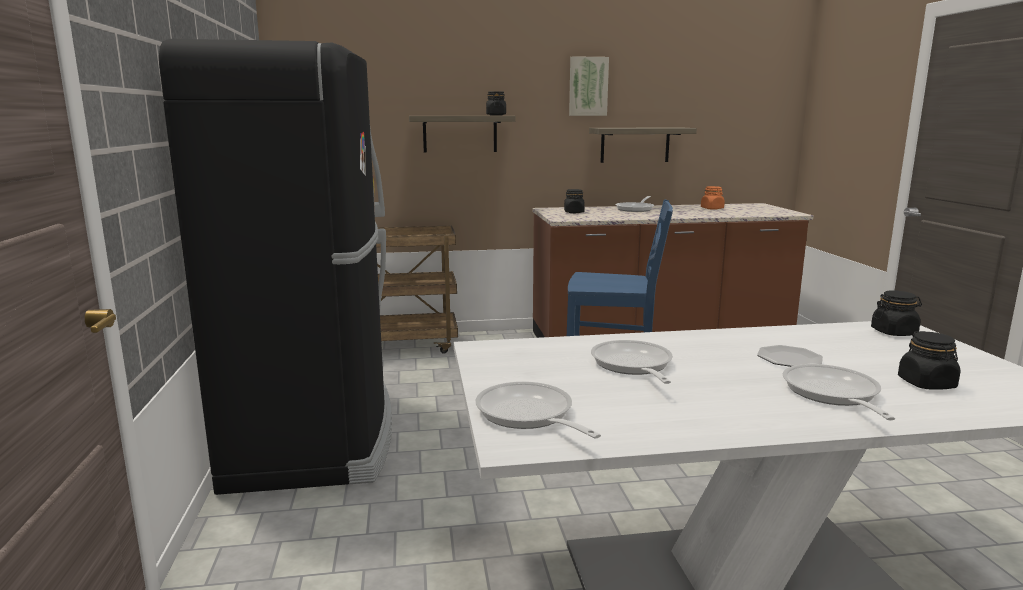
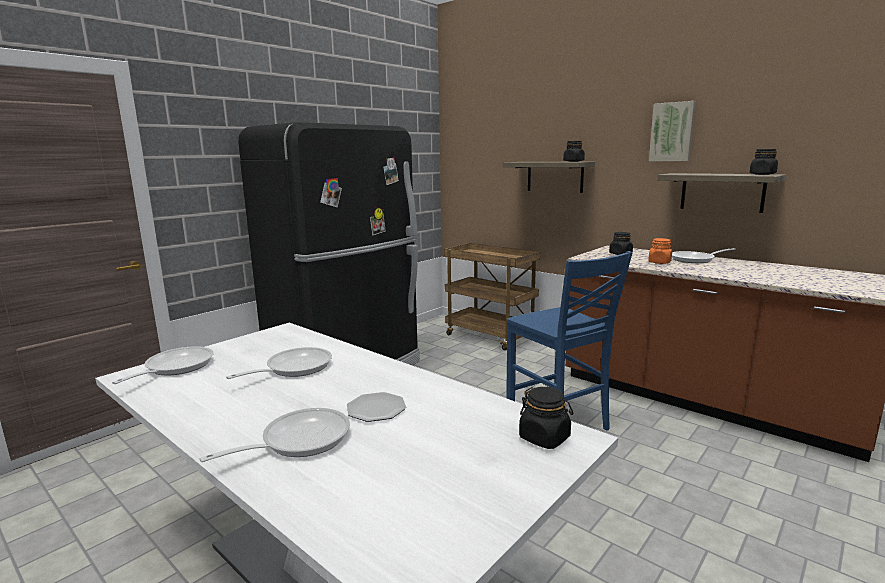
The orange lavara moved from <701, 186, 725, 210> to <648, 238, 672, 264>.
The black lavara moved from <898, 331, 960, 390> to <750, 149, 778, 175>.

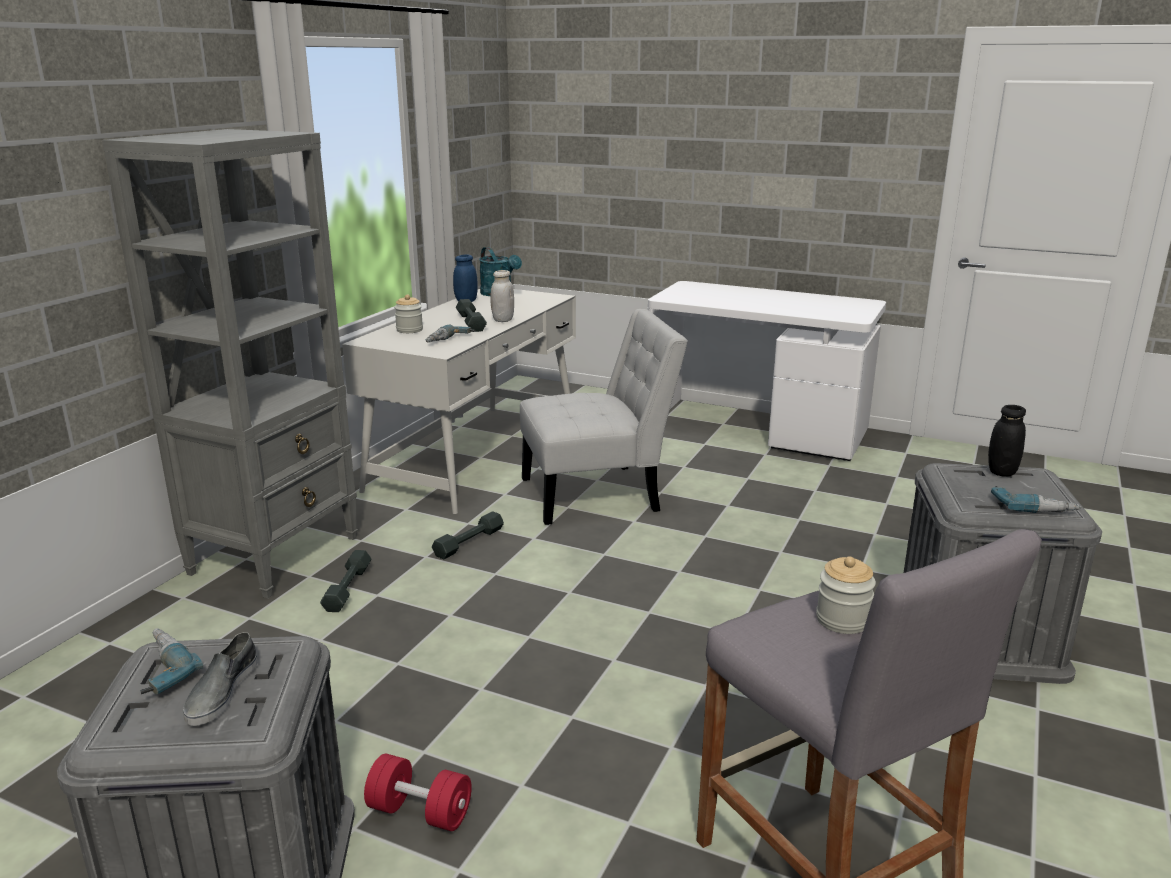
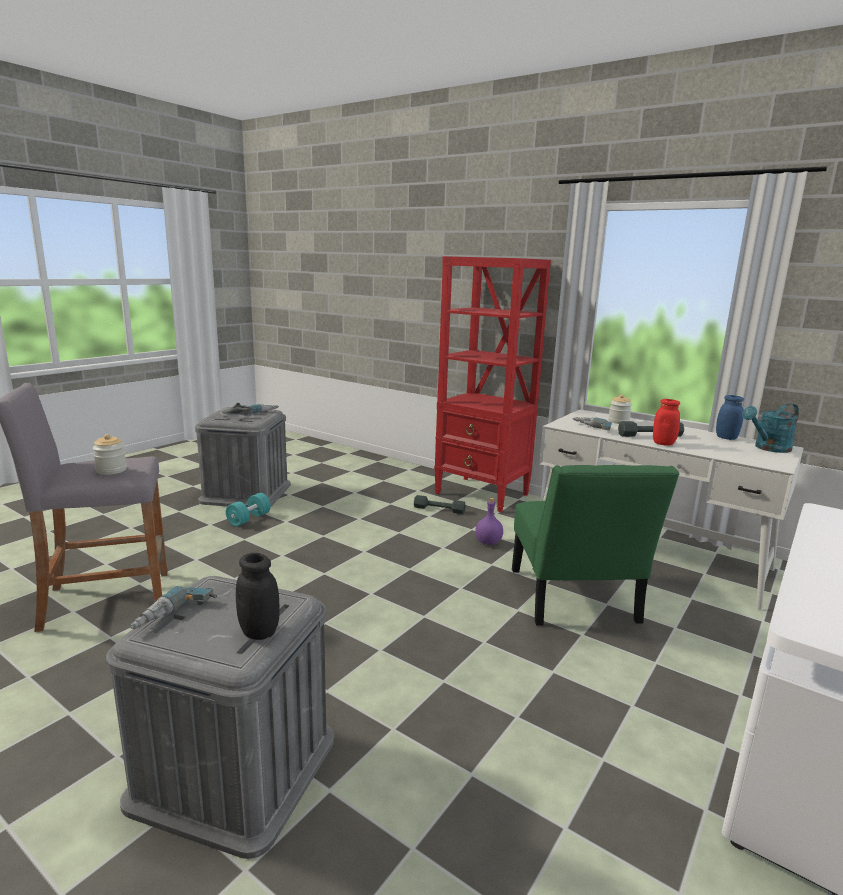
The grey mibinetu at <432, 511, 504, 559> was replaced by the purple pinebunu at <475, 498, 503, 545>.
The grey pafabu at <102, 129, 358, 598> became the red pafabu at <434, 256, 551, 512>.
The red mibinetu at <364, 754, 472, 831> became the turquoise mibinetu at <226, 493, 271, 527>.
The white lavara at <490, 270, 514, 322> became the red lavara at <653, 399, 680, 446>.
The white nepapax at <520, 309, 688, 525> became the green nepapax at <512, 465, 679, 625>.

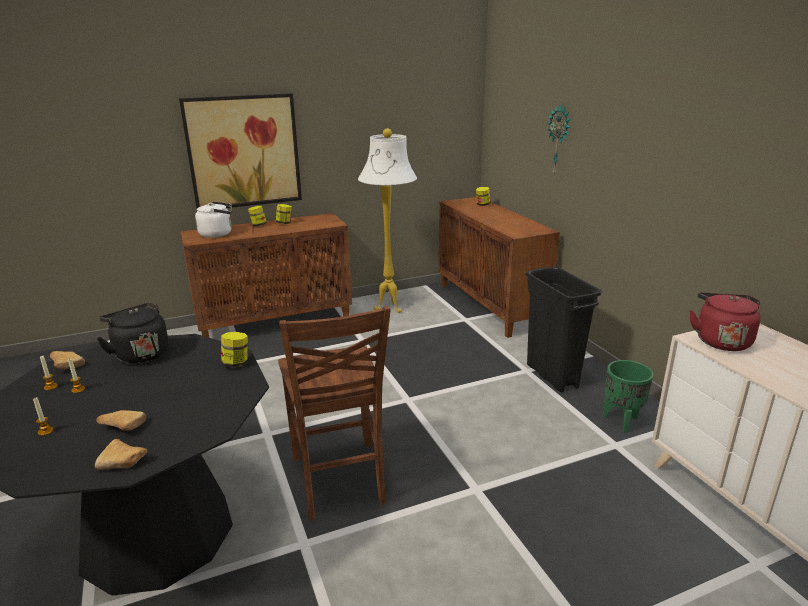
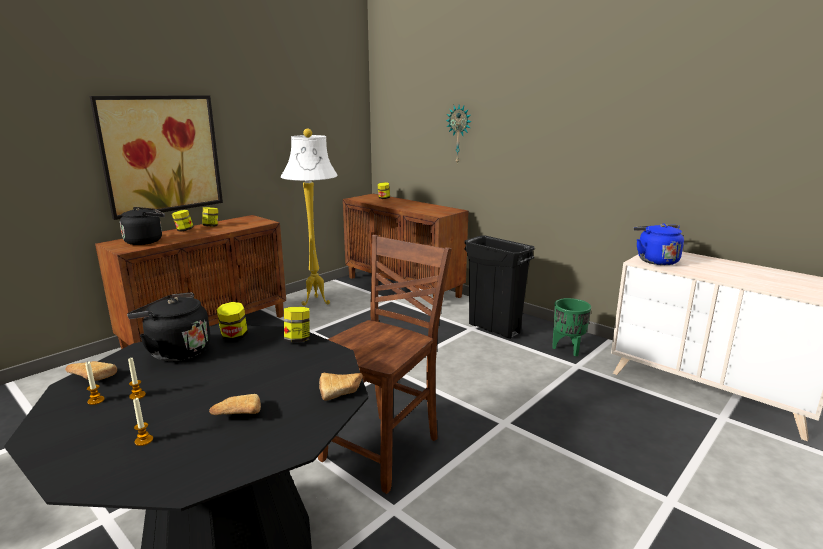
The lavara at <217, 302, 248, 341> appeared.
The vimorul moved from <95, 439, 147, 470> to <319, 373, 363, 401>.
The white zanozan at <195, 201, 232, 238> became the black zanozan at <120, 207, 165, 245>.
The red zanozan at <689, 292, 761, 351> became the blue zanozan at <633, 224, 684, 265>.
The brown nepapax at <278, 306, 391, 521> turned 105 degrees counterclockwise.

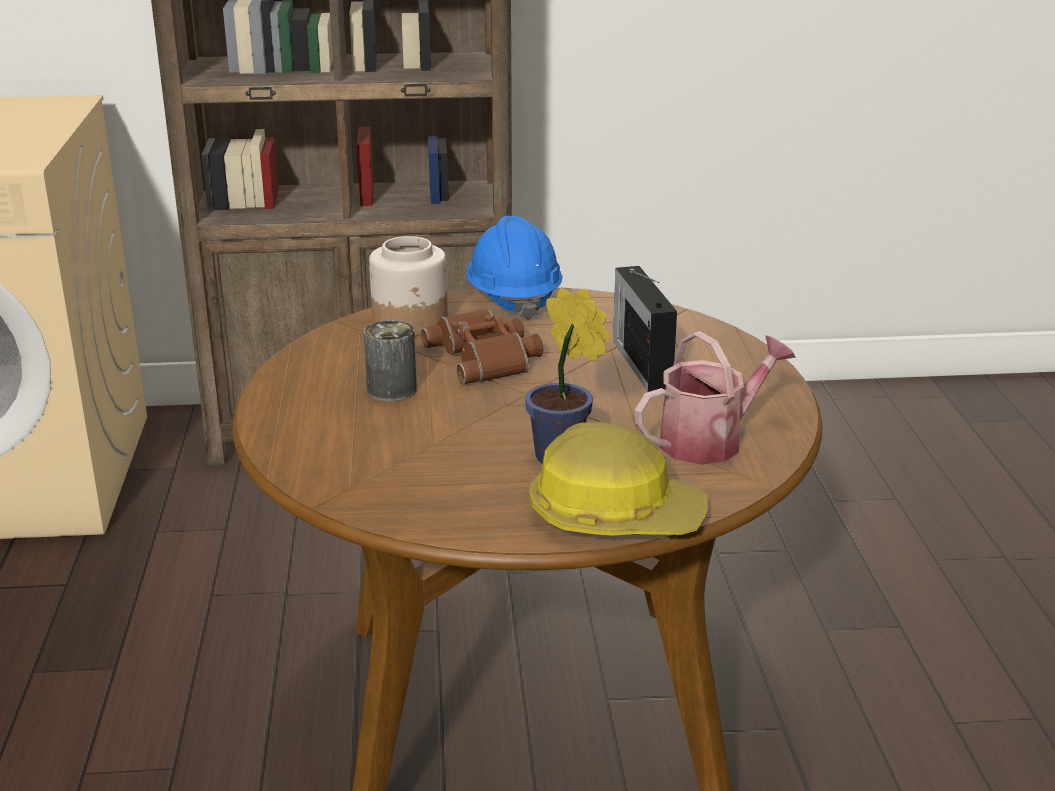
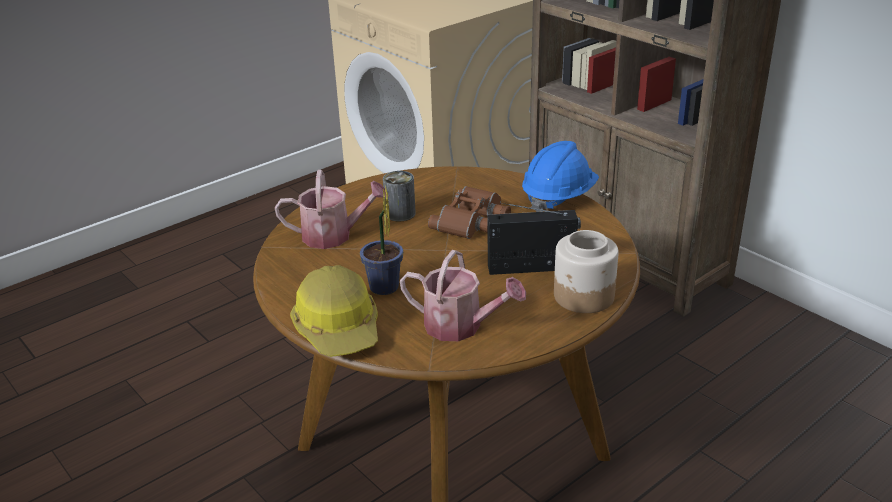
The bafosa at <275, 170, 389, 249> appeared.
The lavara moved from <369, 236, 448, 336> to <554, 230, 619, 313>.
The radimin at <613, 266, 677, 392> turned 45 degrees clockwise.

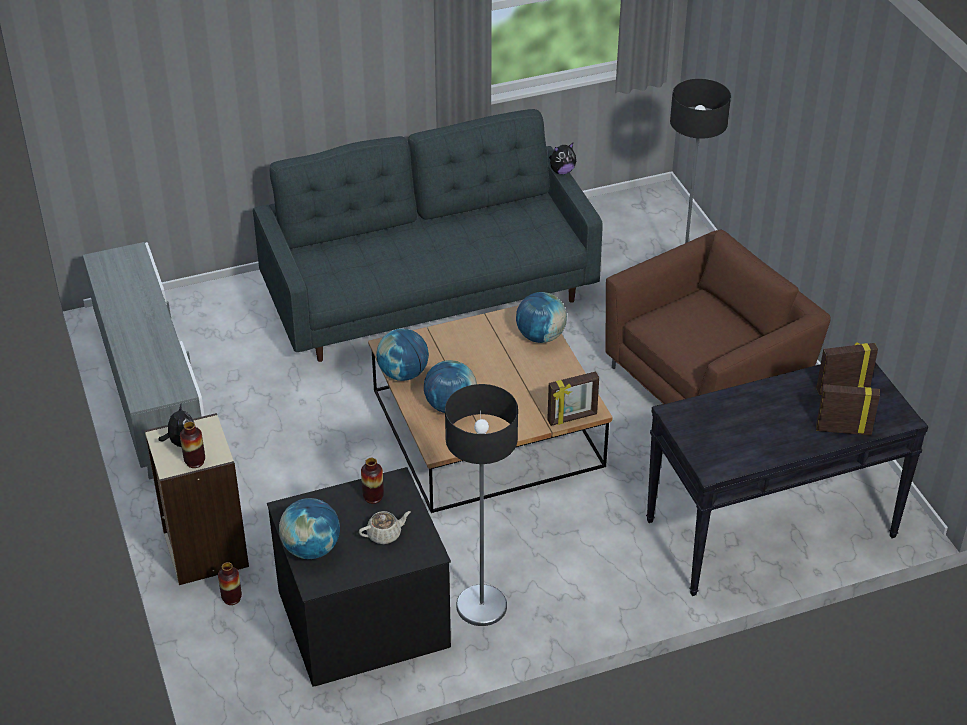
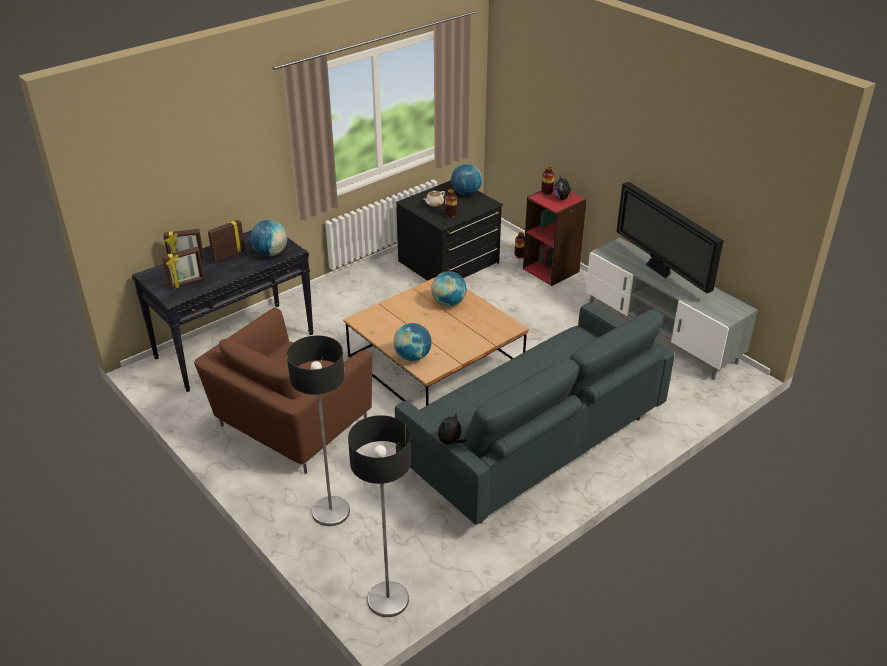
The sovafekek at <616, 182, 724, 293> appeared.
The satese moved from <376, 329, 429, 381> to <251, 220, 287, 256>.
The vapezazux moved from <445, 384, 518, 626> to <348, 415, 411, 617>.
The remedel moved from <547, 371, 599, 426> to <208, 220, 245, 263>.
The beige pafabu at <144, 413, 249, 585> became the red pafabu at <523, 185, 587, 286>.

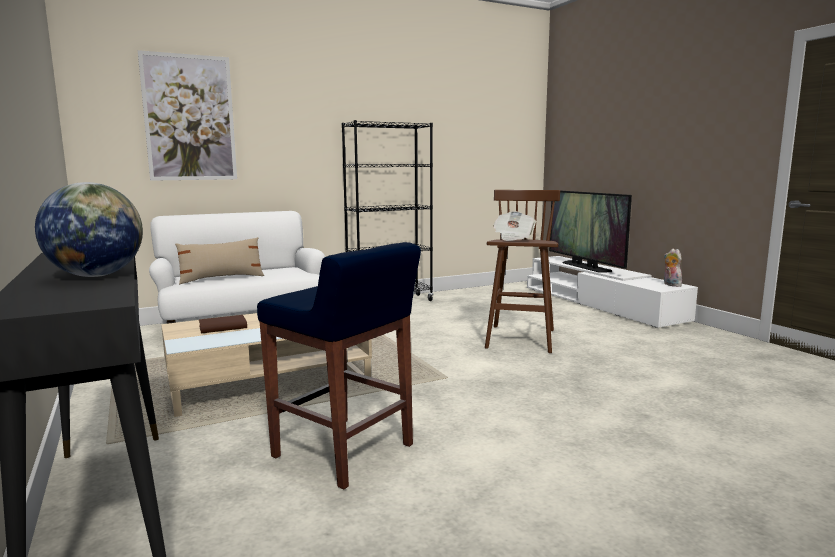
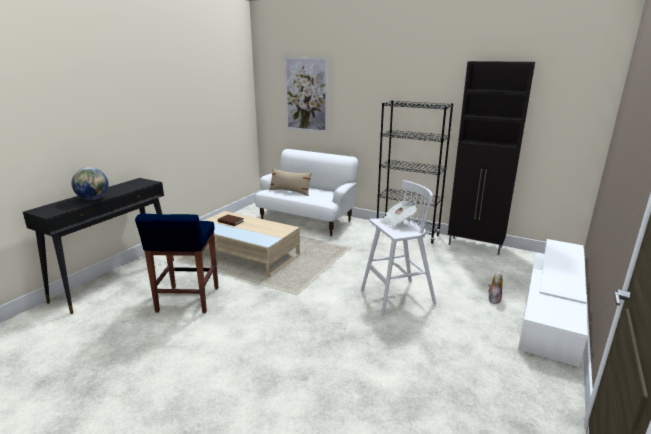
The sovafekek at <549, 191, 632, 273> disappeared.
The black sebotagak at <448, 61, 535, 255> appeared.
The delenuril moved from <664, 249, 683, 287> to <488, 271, 503, 304>.
The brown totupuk at <485, 190, 560, 353> became the white totupuk at <361, 180, 436, 316>.

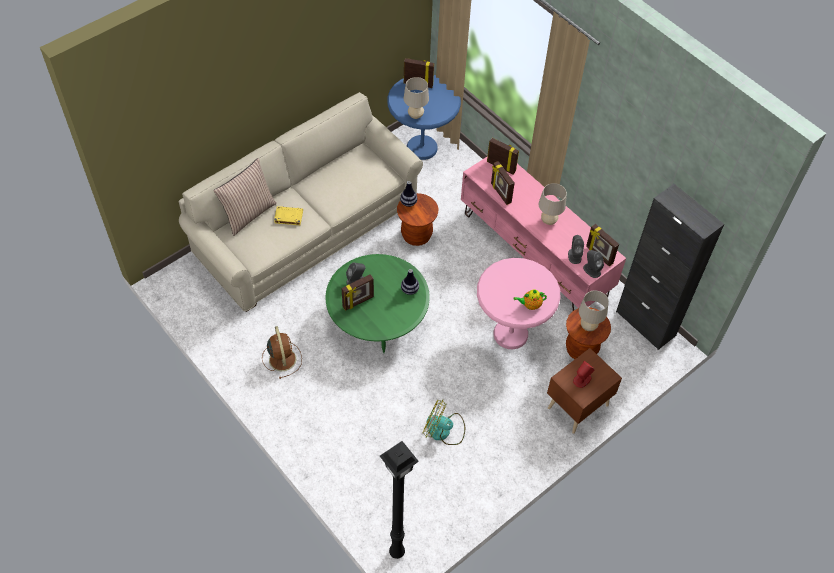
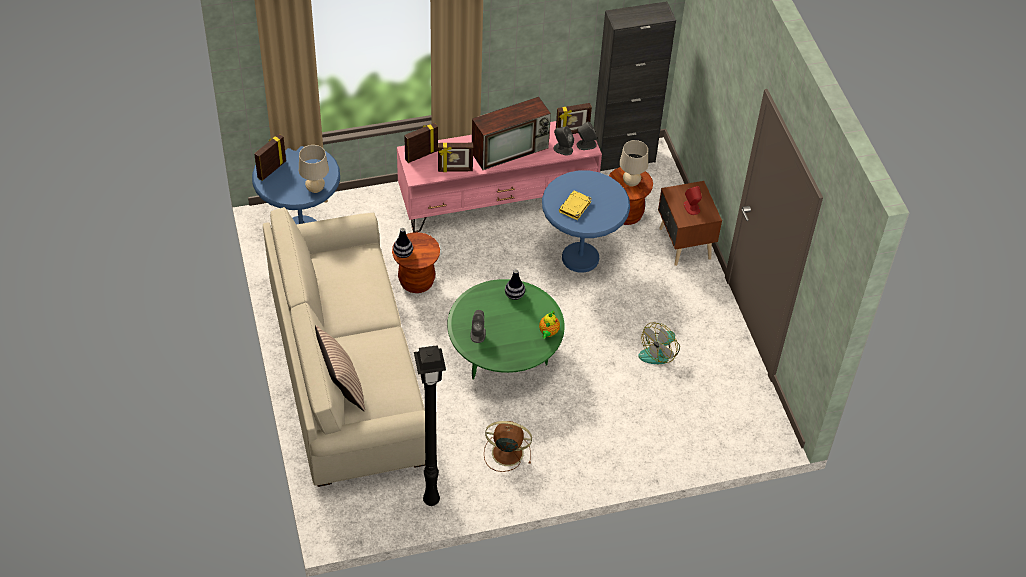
The remedel at <341, 274, 374, 311> disappeared.
The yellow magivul moved from <274, 206, 303, 225> to <559, 190, 592, 220>.
The black vapezazux moved from <380, 441, 419, 559> to <414, 345, 446, 506>.
The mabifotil moved from <514, 289, 547, 310> to <539, 311, 560, 339>.
The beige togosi at <539, 183, 567, 225> was replaced by the sovafekek at <472, 97, 551, 170>.
The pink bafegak at <477, 258, 560, 349> became the blue bafegak at <542, 170, 630, 273>.

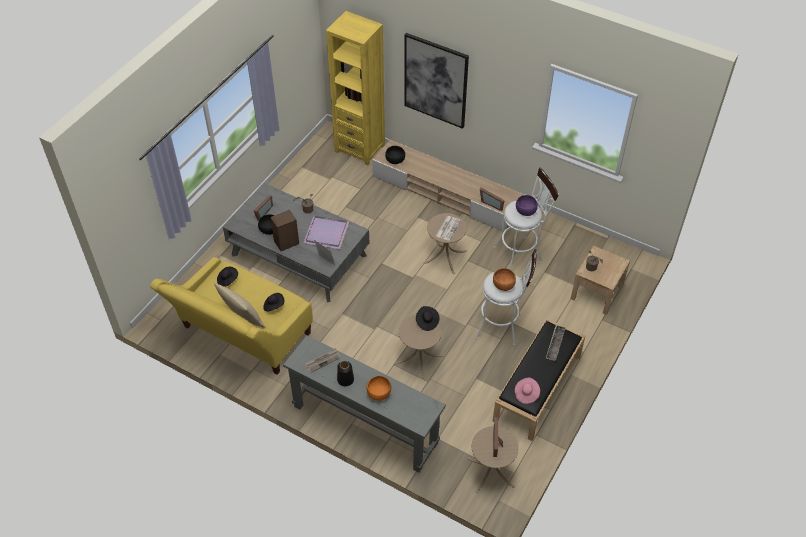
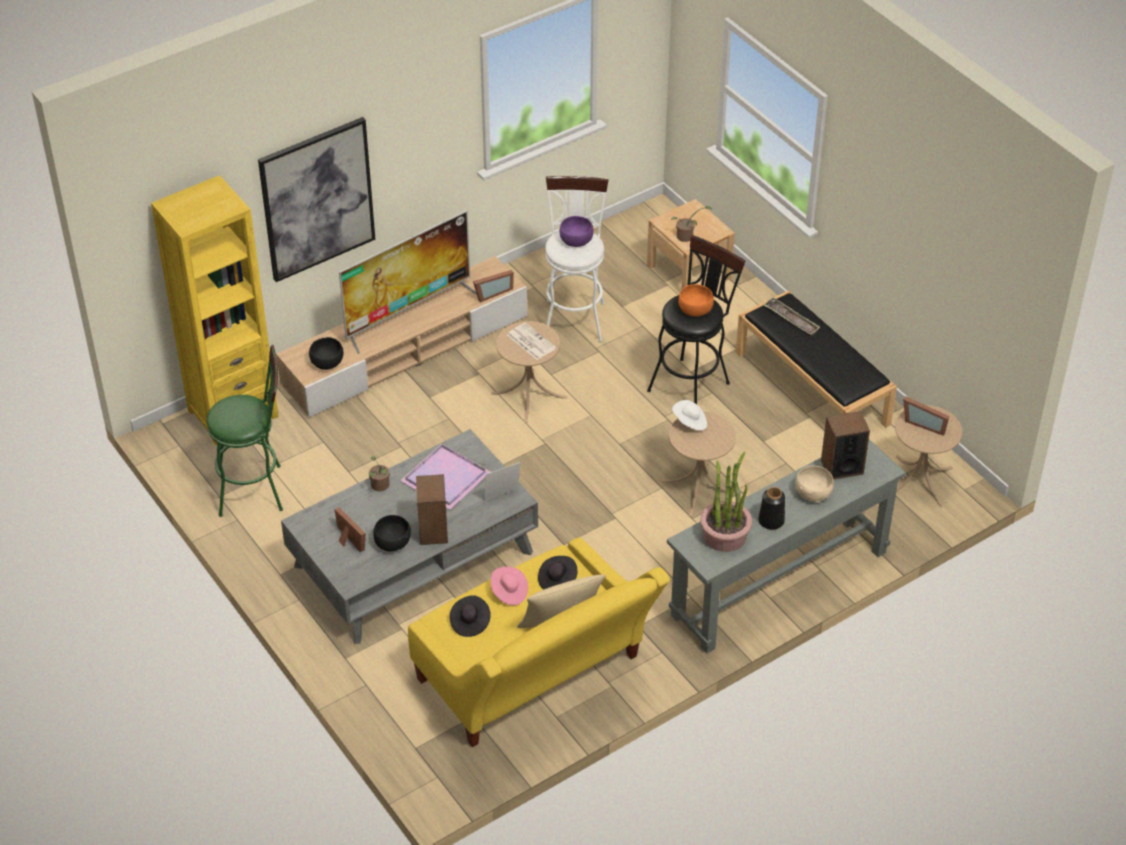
The green totupuk at <207, 345, 283, 517> appeared.
The sovafekek at <339, 210, 477, 354> appeared.
The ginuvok at <821, 411, 870, 479> appeared.
The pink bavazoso moved from <515, 378, 540, 404> to <491, 567, 528, 605>.
The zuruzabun at <305, 348, 340, 373> was replaced by the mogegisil at <700, 452, 752, 552>.
The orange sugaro at <367, 376, 391, 401> became the beige sugaro at <795, 466, 834, 503>.
The black bavazoso at <416, 306, 439, 331> became the white bavazoso at <672, 400, 707, 430>.
The white totupuk at <476, 249, 537, 345> became the black totupuk at <647, 235, 745, 404>.

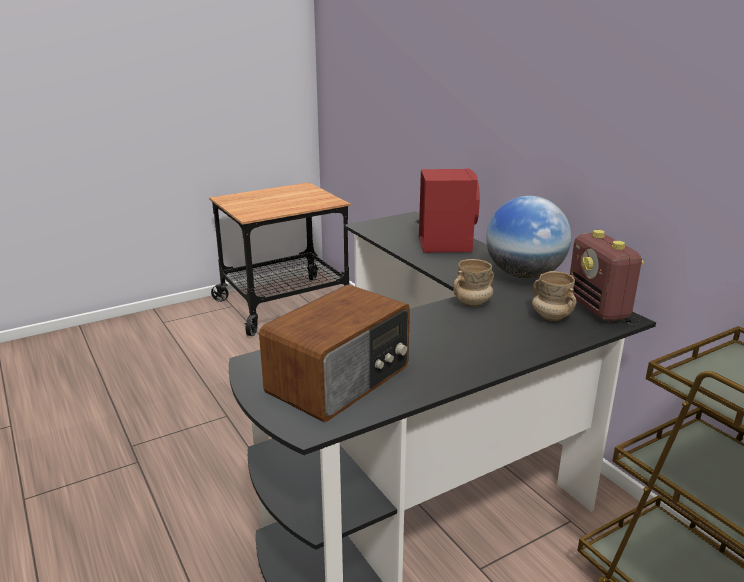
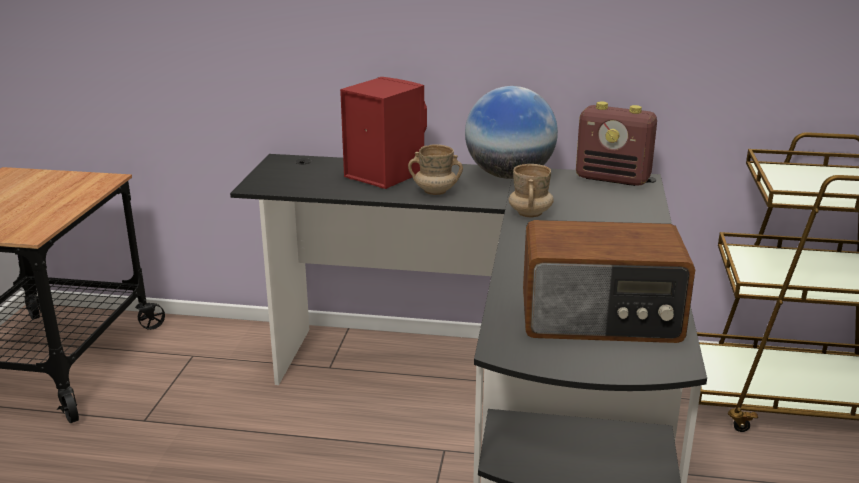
The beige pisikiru moved from <532, 271, 577, 321> to <408, 144, 463, 195>.
The radimin at <259, 285, 410, 422> turned 105 degrees clockwise.

